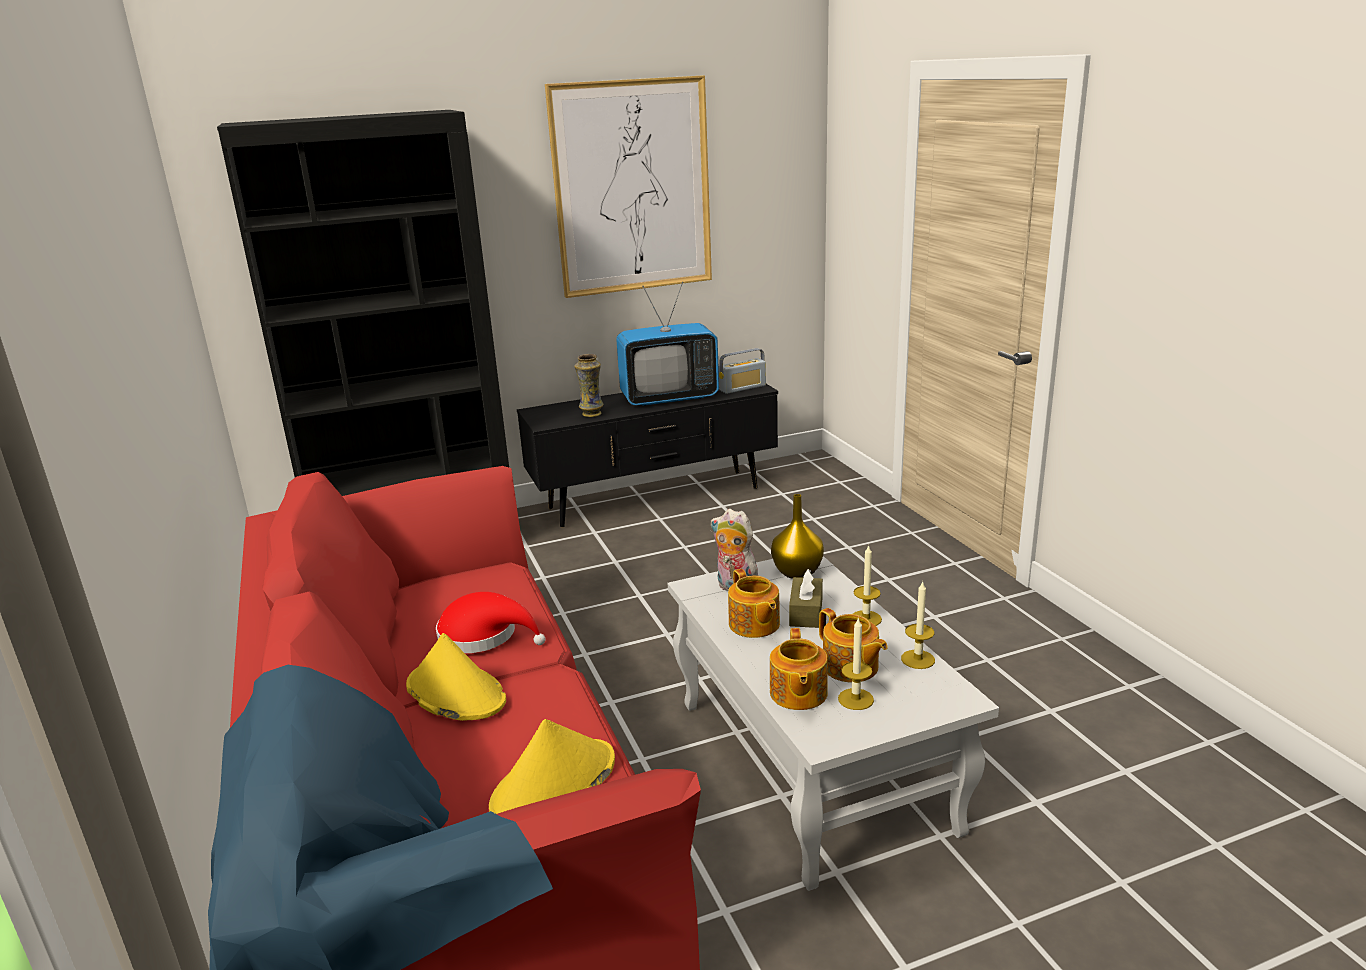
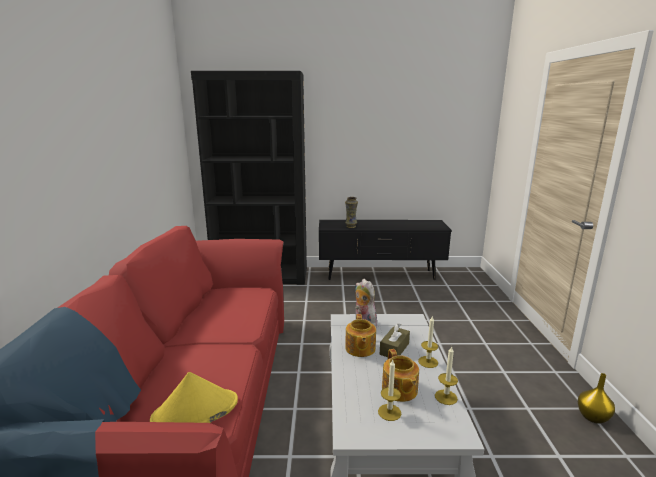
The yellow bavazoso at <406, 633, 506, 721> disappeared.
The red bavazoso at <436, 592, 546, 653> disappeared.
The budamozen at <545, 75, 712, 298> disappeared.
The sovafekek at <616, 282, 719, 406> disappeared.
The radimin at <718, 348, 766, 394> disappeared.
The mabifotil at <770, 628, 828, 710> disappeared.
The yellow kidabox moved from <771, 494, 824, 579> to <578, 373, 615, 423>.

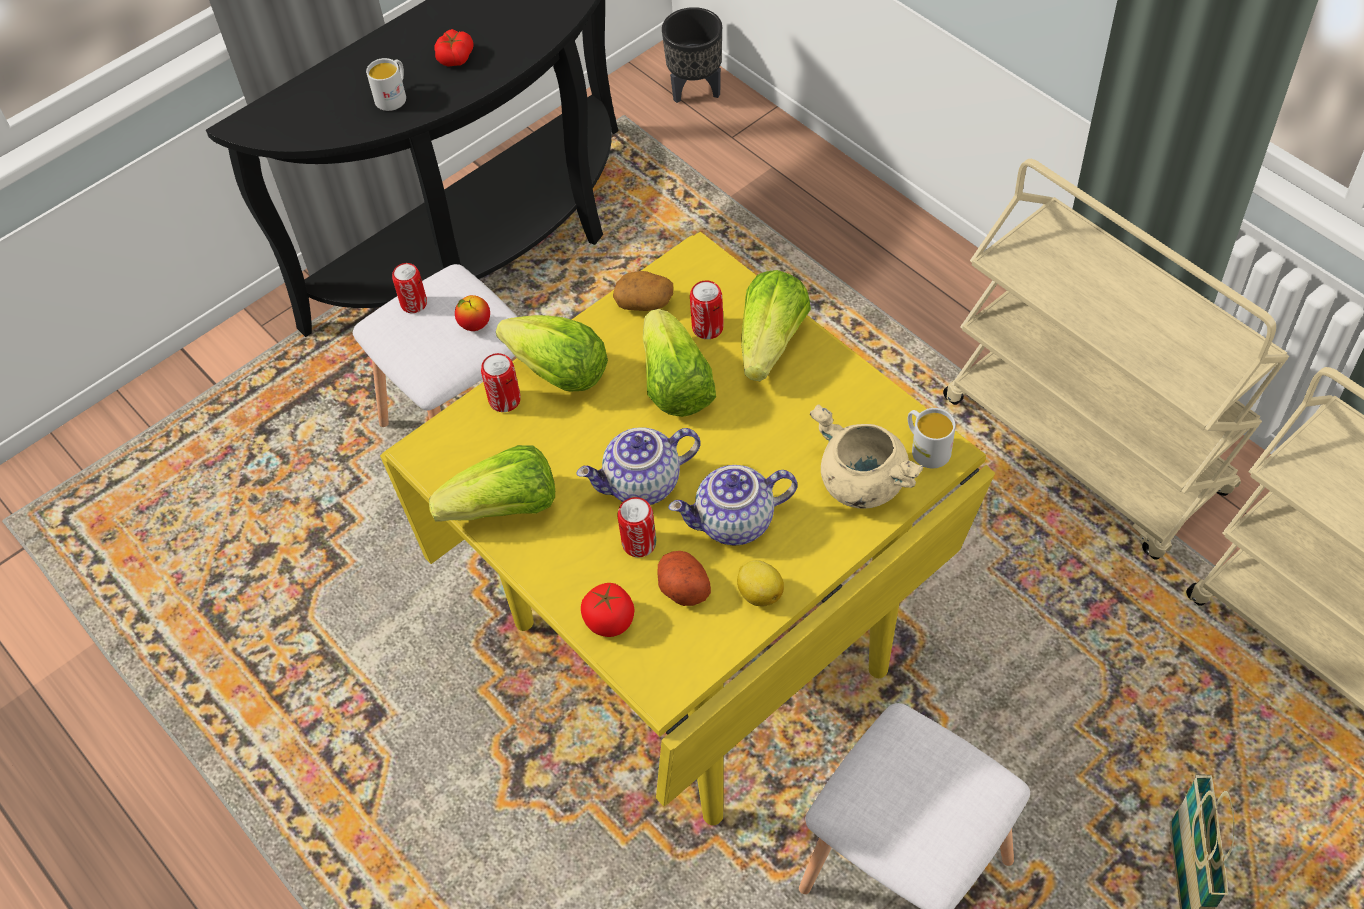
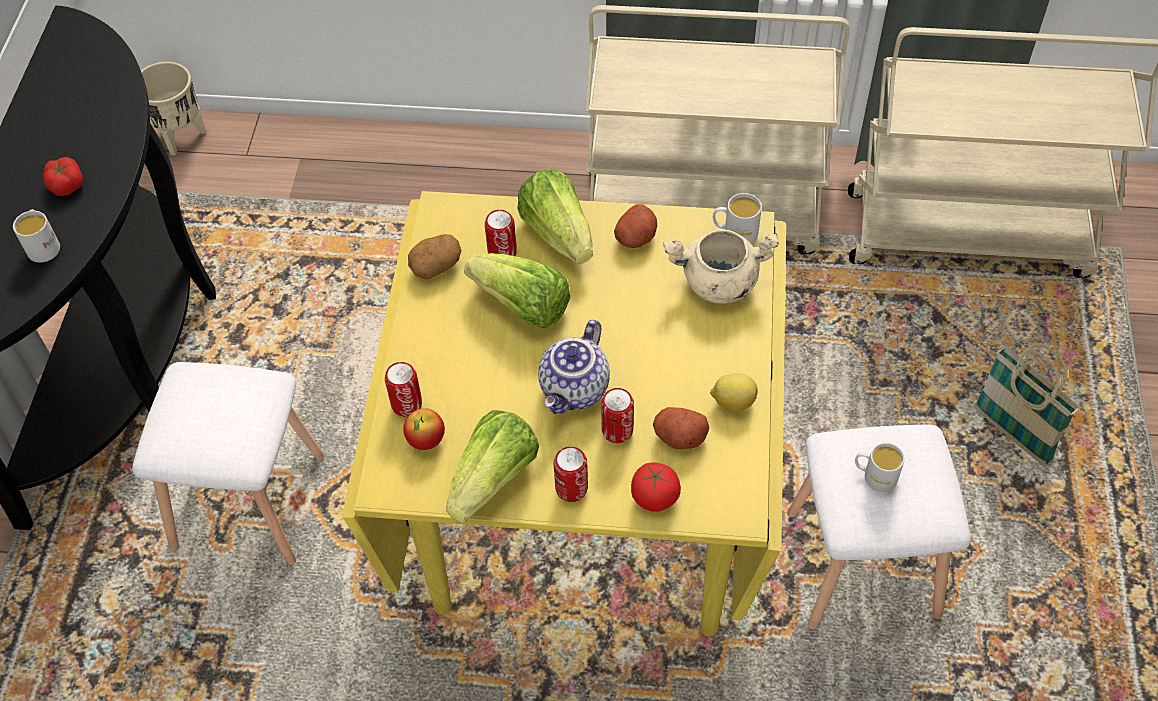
The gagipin at <496, 315, 608, 392> disappeared.
The mabifotil at <668, 465, 797, 545> disappeared.
The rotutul at <614, 204, 657, 248> appeared.
The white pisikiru at <855, 443, 905, 492> appeared.
The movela moved from <392, 263, 427, 313> to <554, 447, 588, 502>.
The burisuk moved from <455, 295, 490, 331> to <404, 408, 445, 450>.
The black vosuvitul at <662, 7, 722, 103> became the beige vosuvitul at <141, 62, 206, 155>.

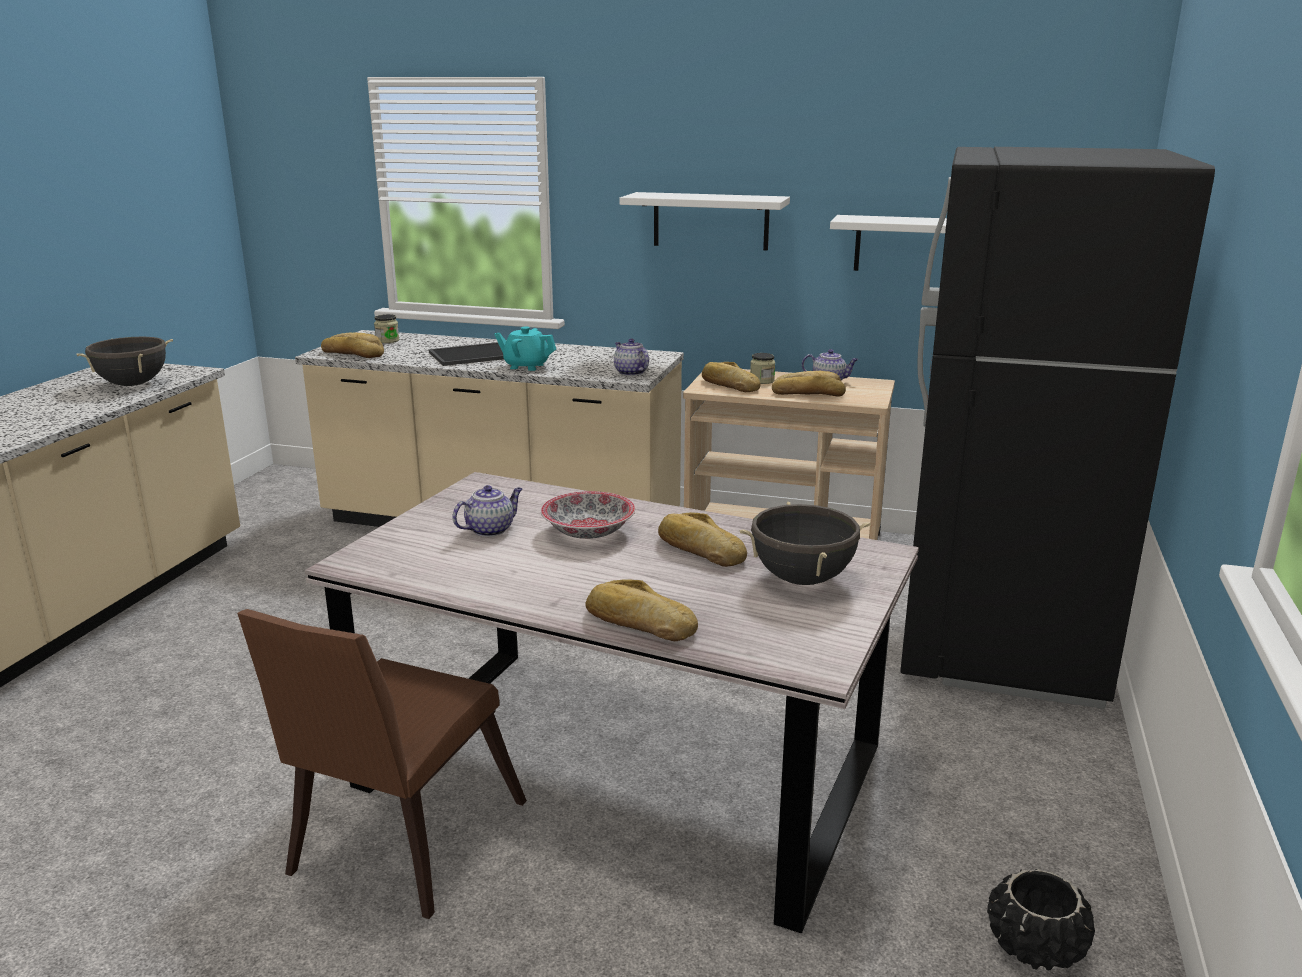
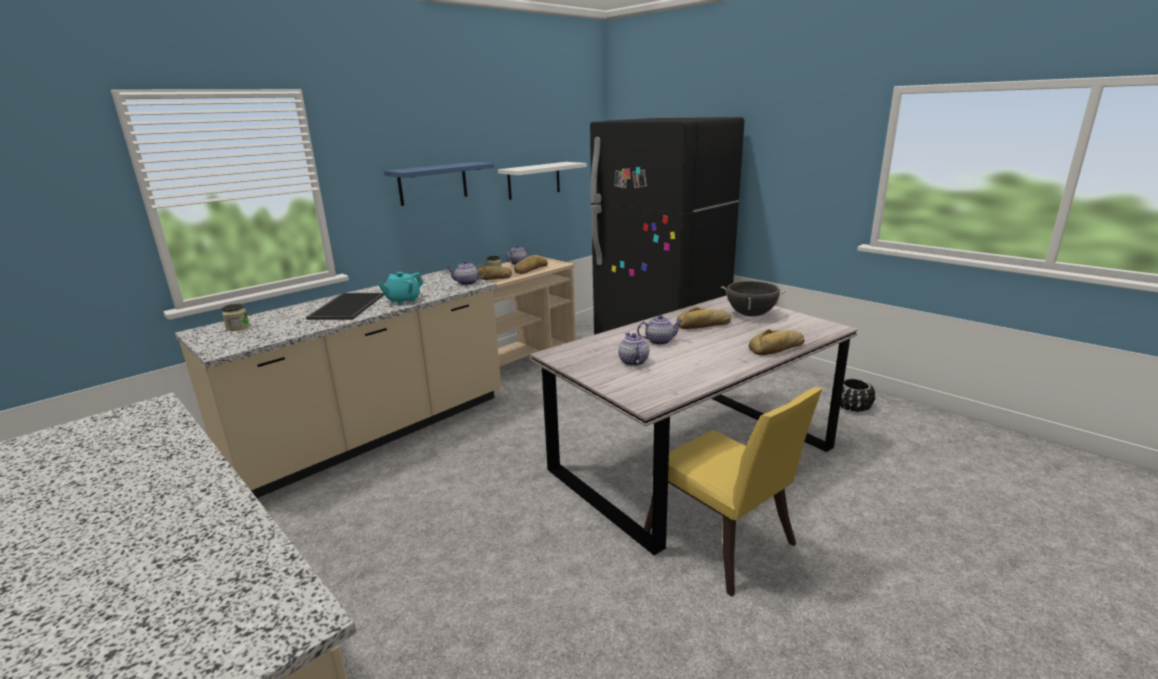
The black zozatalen at <77, 337, 173, 386> disappeared.
The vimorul at <321, 332, 384, 358> disappeared.
The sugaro at <541, 491, 635, 539> was replaced by the mabifotil at <637, 315, 683, 345>.
The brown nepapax at <237, 609, 527, 919> became the yellow nepapax at <644, 387, 822, 597>.
The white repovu at <619, 192, 790, 251> became the blue repovu at <384, 162, 494, 206>.

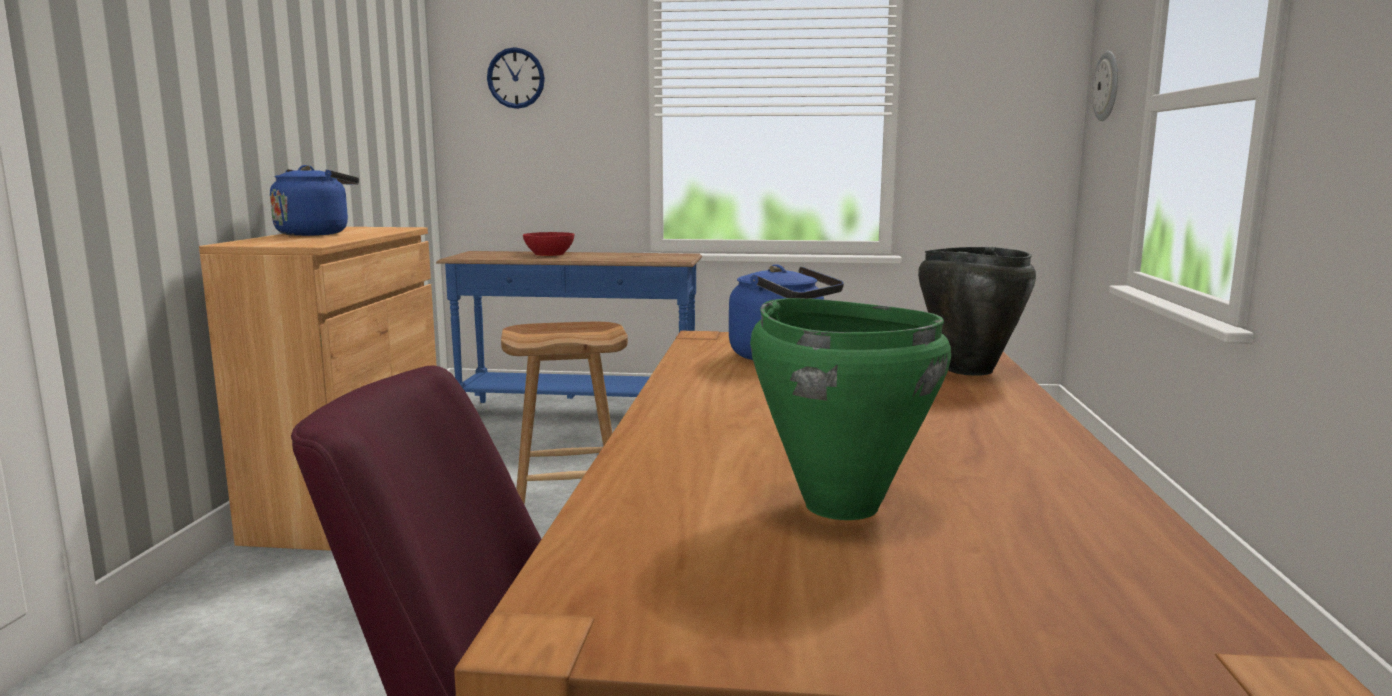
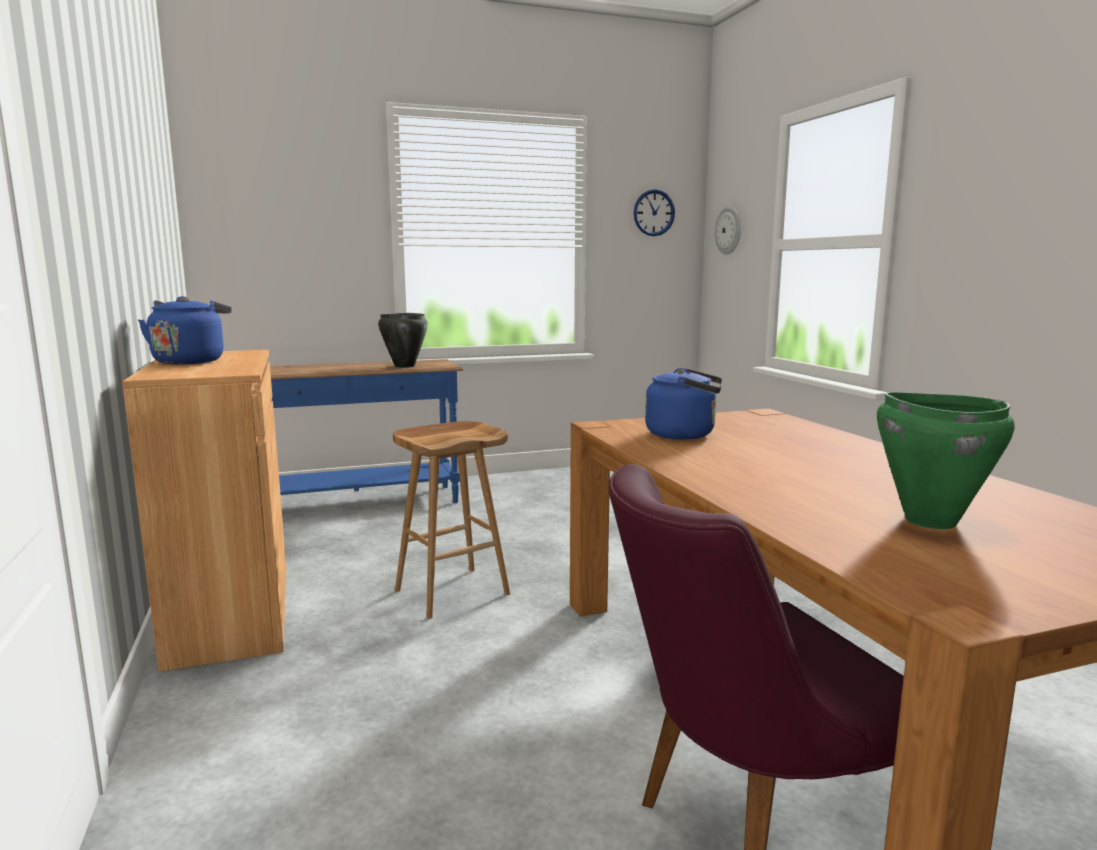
The red sugaro at <523, 232, 575, 256> disappeared.
The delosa moved from <487, 47, 545, 109> to <634, 189, 675, 236>.
The black zozatalen moved from <918, 247, 1036, 376> to <378, 313, 427, 368>.

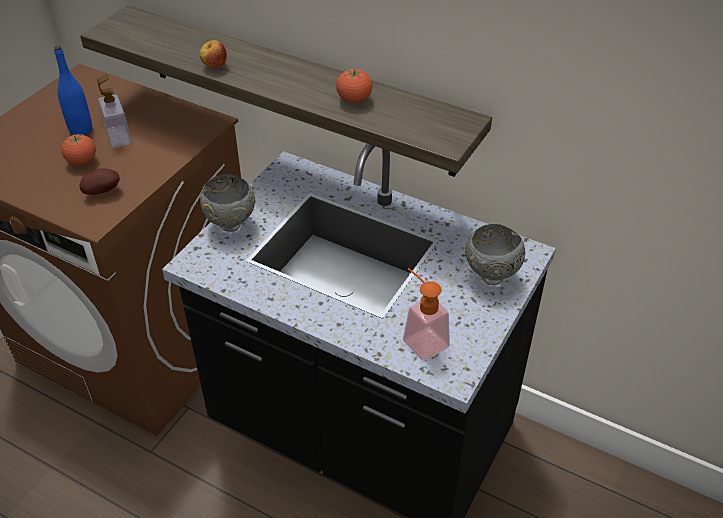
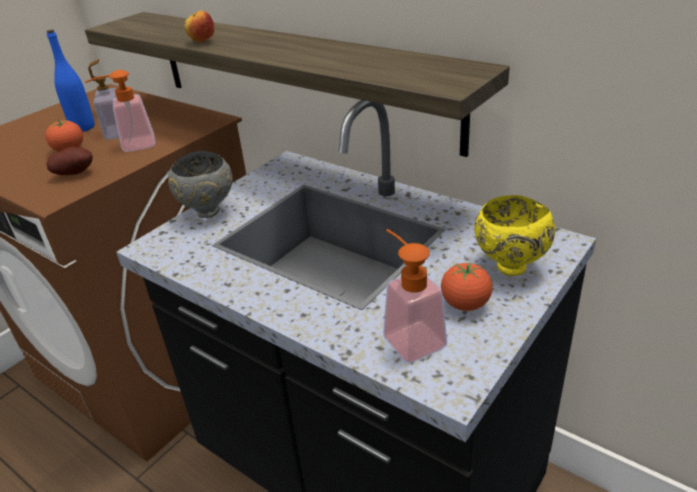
The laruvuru at <85, 70, 155, 152> appeared.
The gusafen moved from <336, 69, 372, 103> to <441, 263, 493, 311>.
The grey sugaro at <465, 224, 525, 285> became the yellow sugaro at <474, 195, 555, 276>.

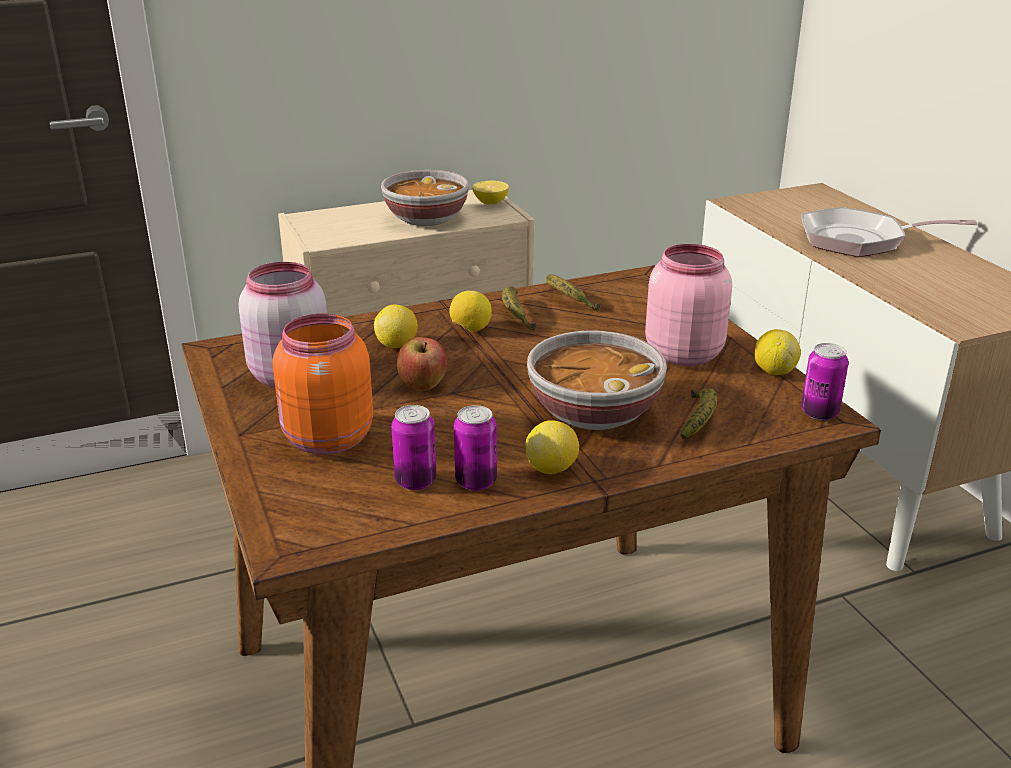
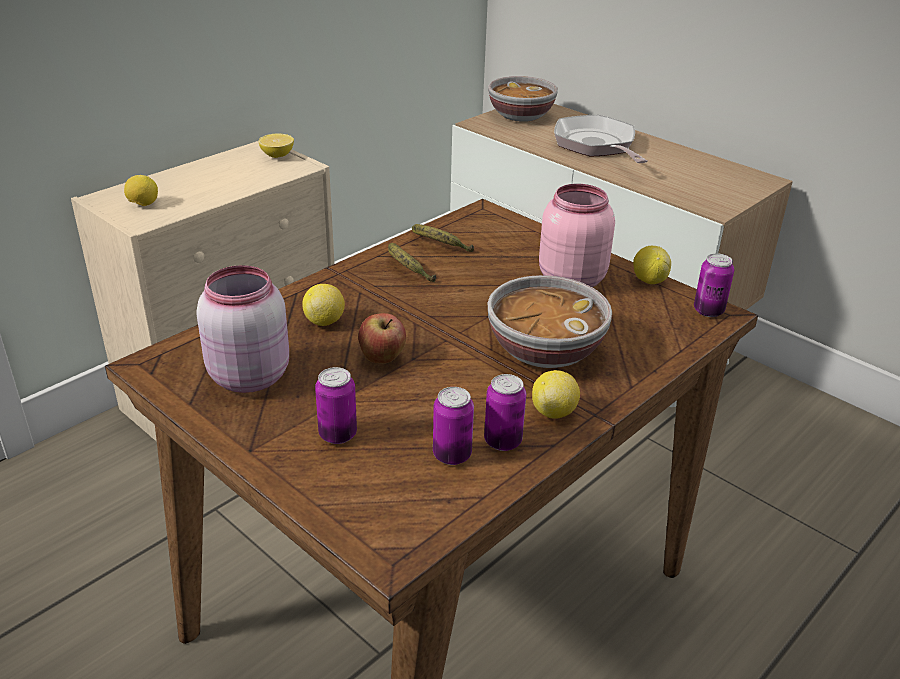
The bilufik at <681, 388, 717, 439> disappeared.
The sugaro moved from <381, 170, 469, 226> to <488, 76, 558, 122>.
The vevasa moved from <449, 291, 492, 332> to <124, 175, 158, 206>.
The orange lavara at <272, 314, 373, 454> was replaced by the movela at <315, 367, 357, 444>.
The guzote at <801, 207, 978, 257> turned 90 degrees clockwise.

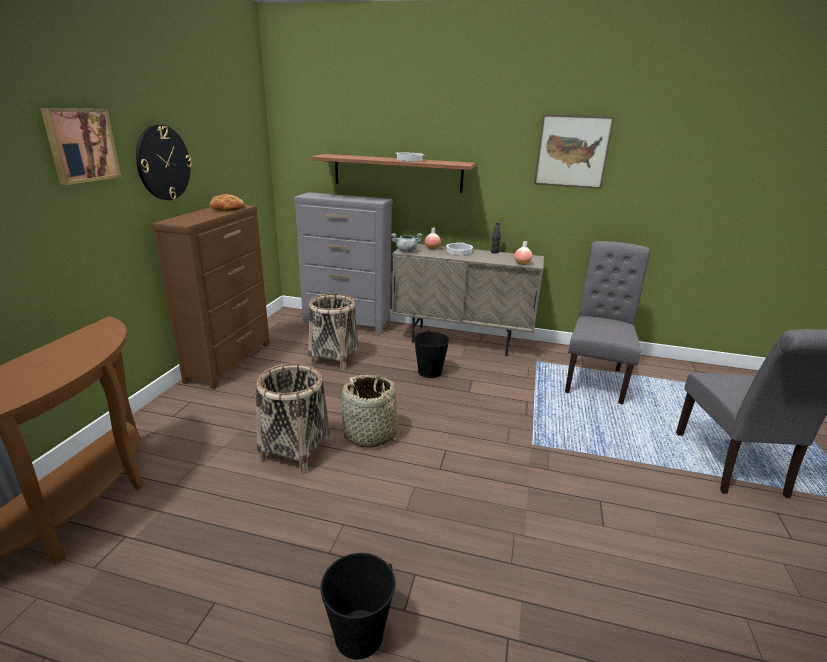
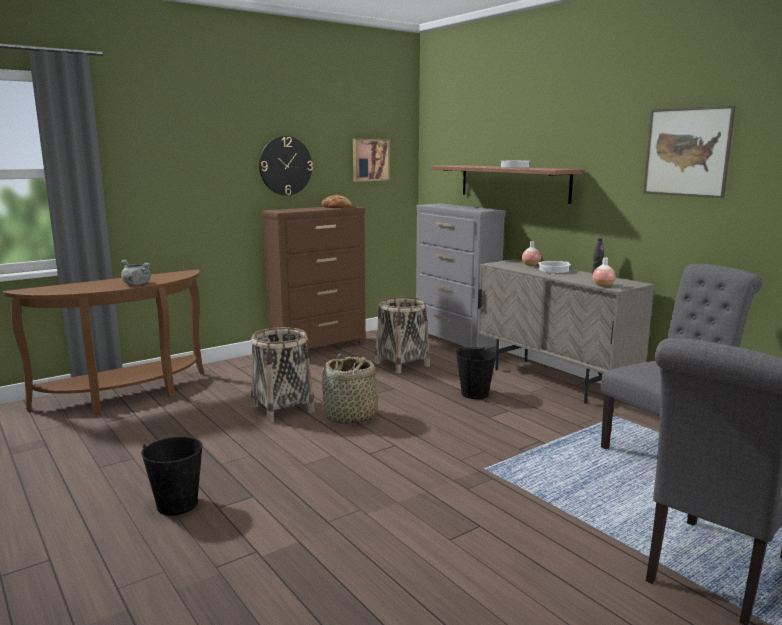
The budamozen moved from <40, 108, 121, 185> to <353, 139, 390, 182>.
The grey zozatalen moved from <391, 233, 422, 252> to <121, 260, 151, 285>.

